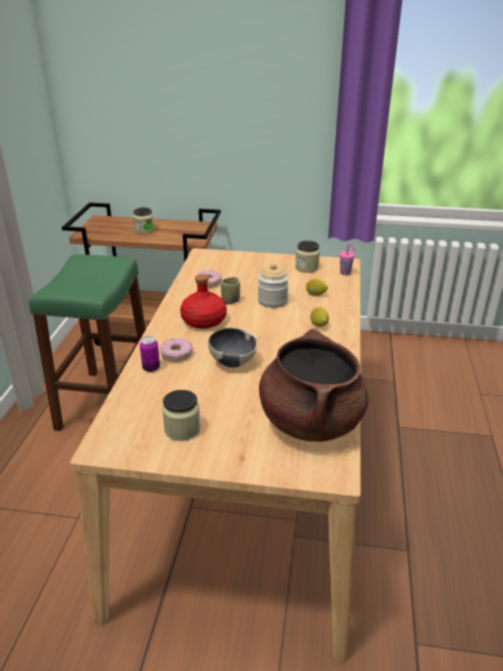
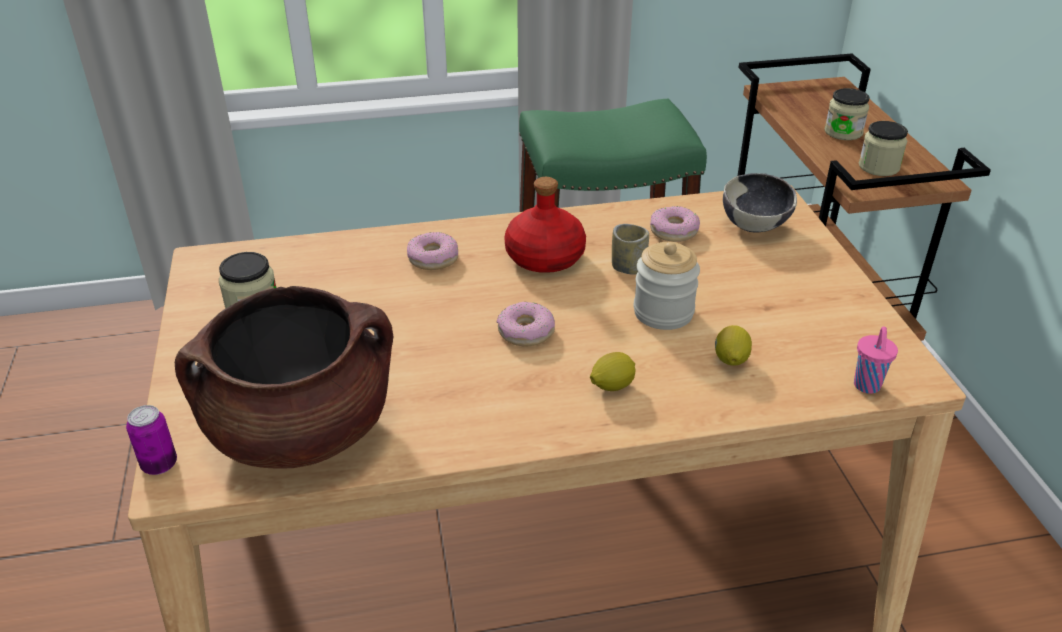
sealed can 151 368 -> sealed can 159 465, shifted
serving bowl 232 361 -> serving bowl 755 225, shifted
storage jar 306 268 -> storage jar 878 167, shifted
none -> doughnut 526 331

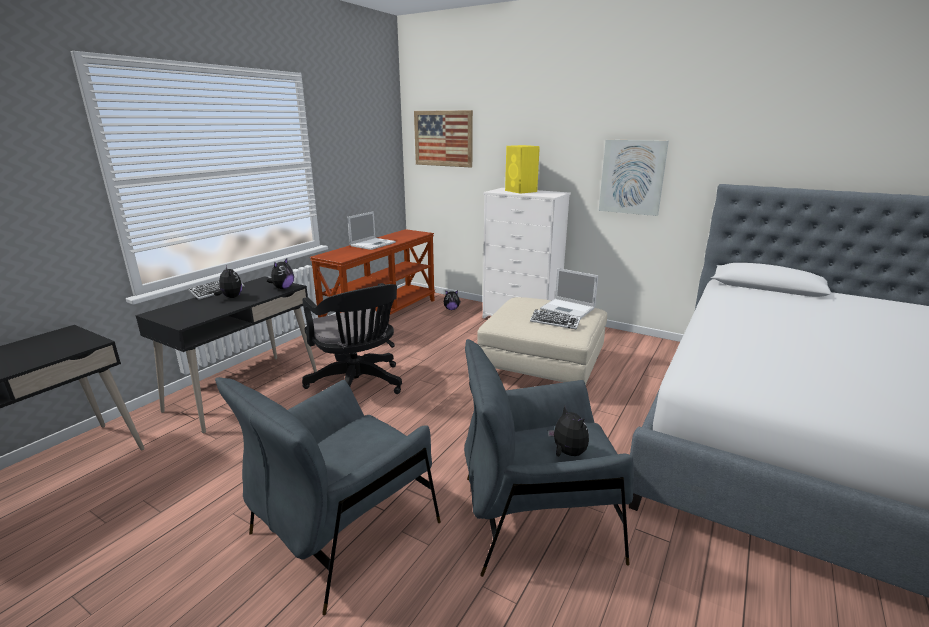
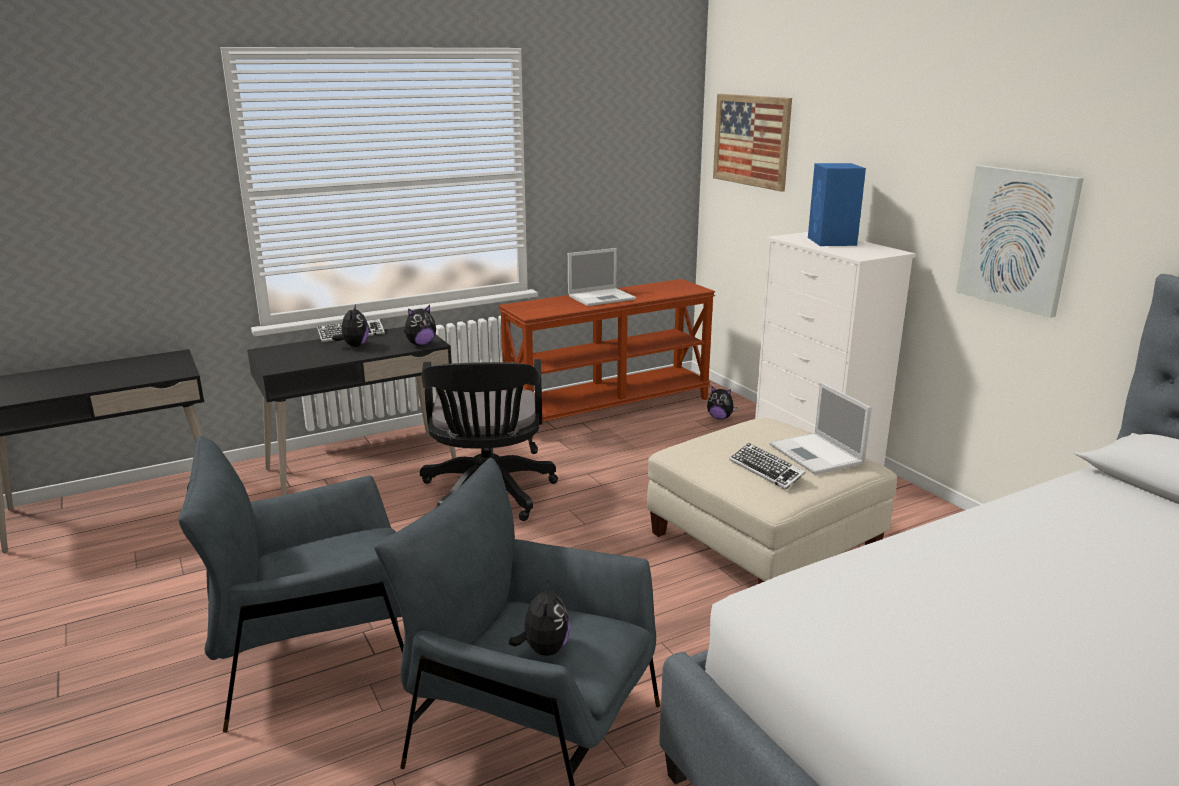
yellow-coloured loudspeaker 521 191 -> bluish loudspeaker 832 241

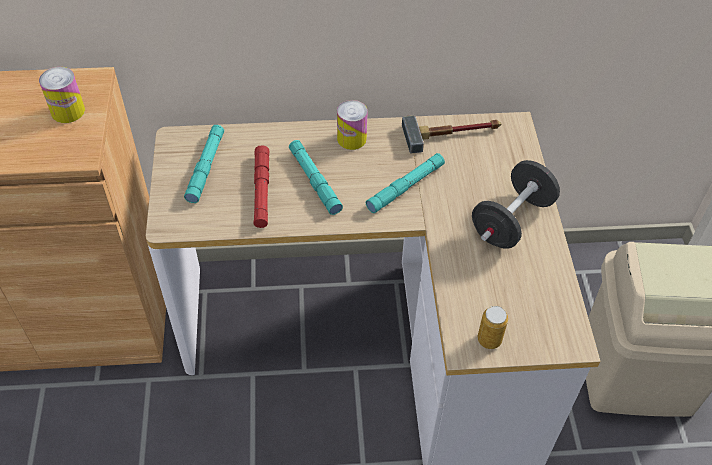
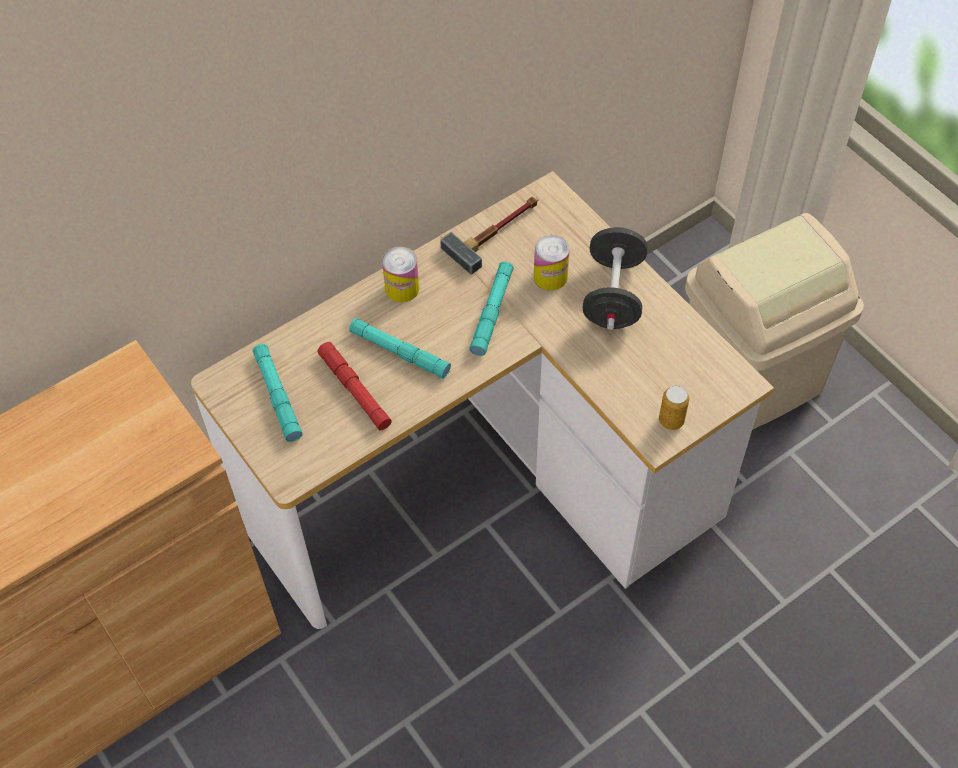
sealed can 68 111 -> sealed can 550 277, shifted

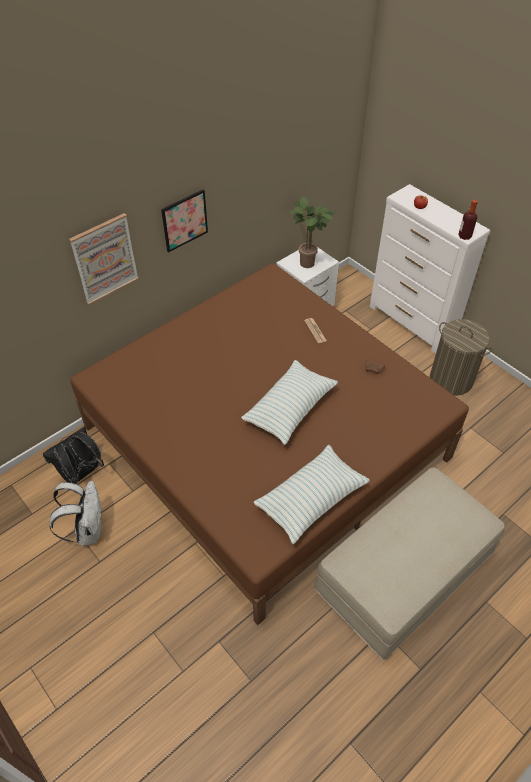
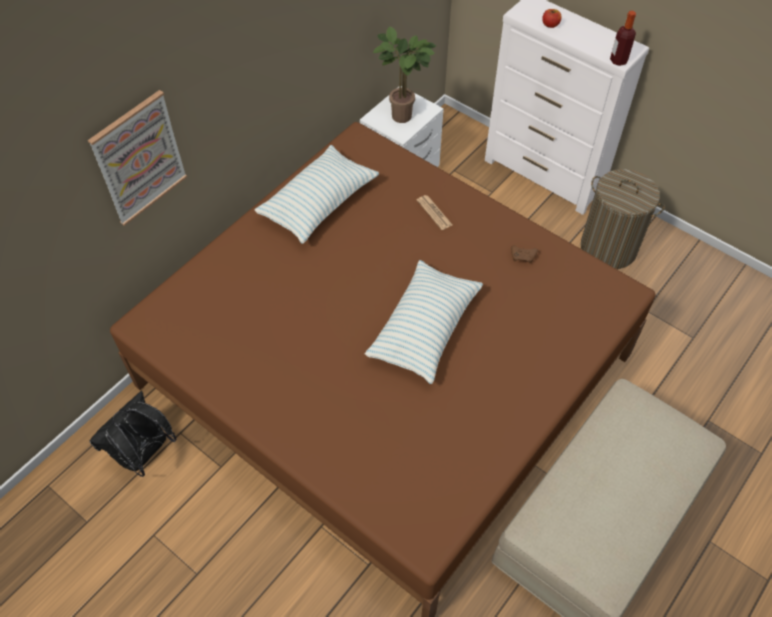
whitish knapsack 87 530 -> none
wall art 184 220 -> none
throw pillow 311 499 -> throw pillow 319 203, shifted

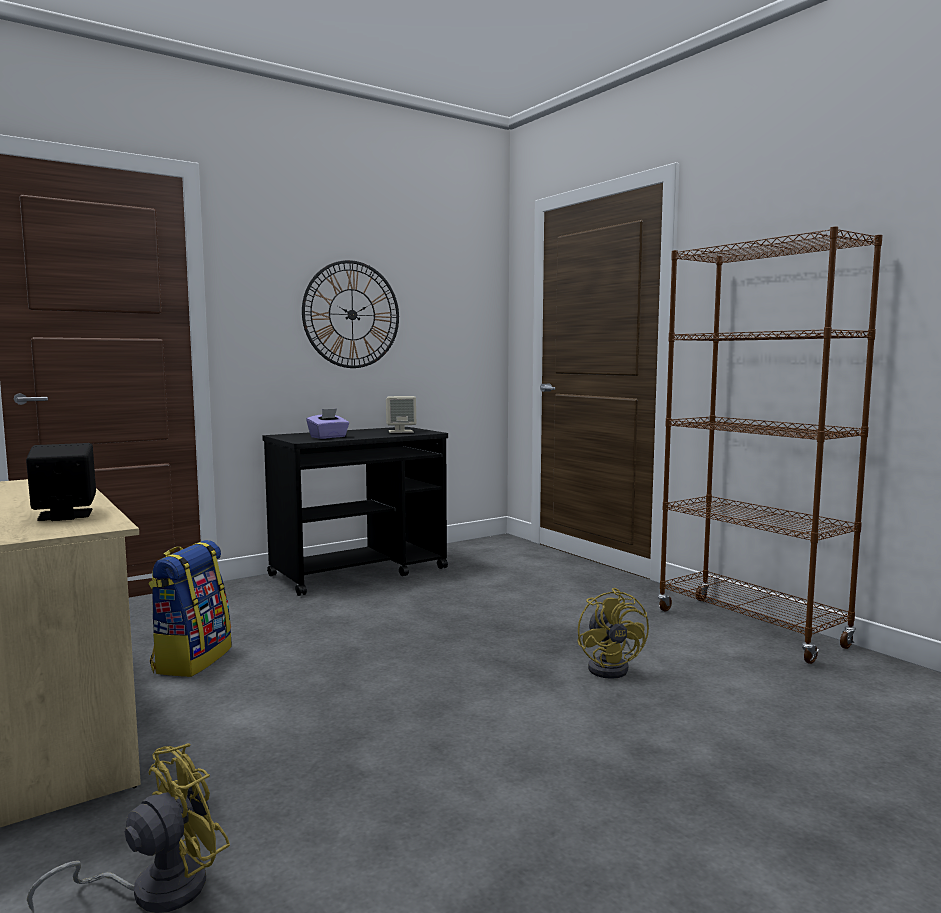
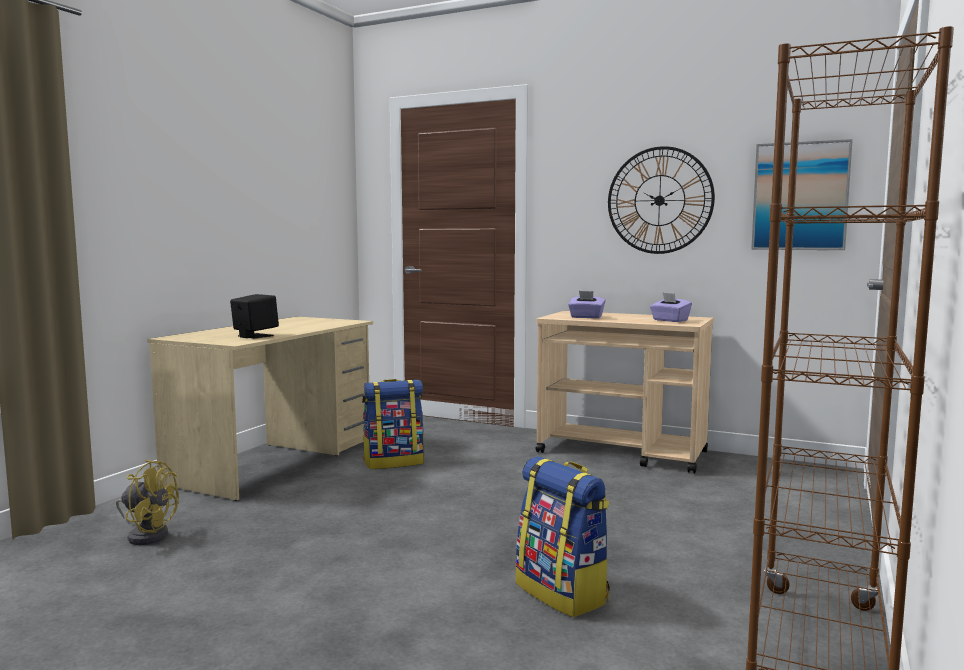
blackish trolley 360 571 -> beige trolley 623 452
beige loudspeaker 401 431 -> purplish box of tissues 669 320
yellow-coloured cooling fan 612 667 -> knapsack 563 593
none -> wall art 800 196

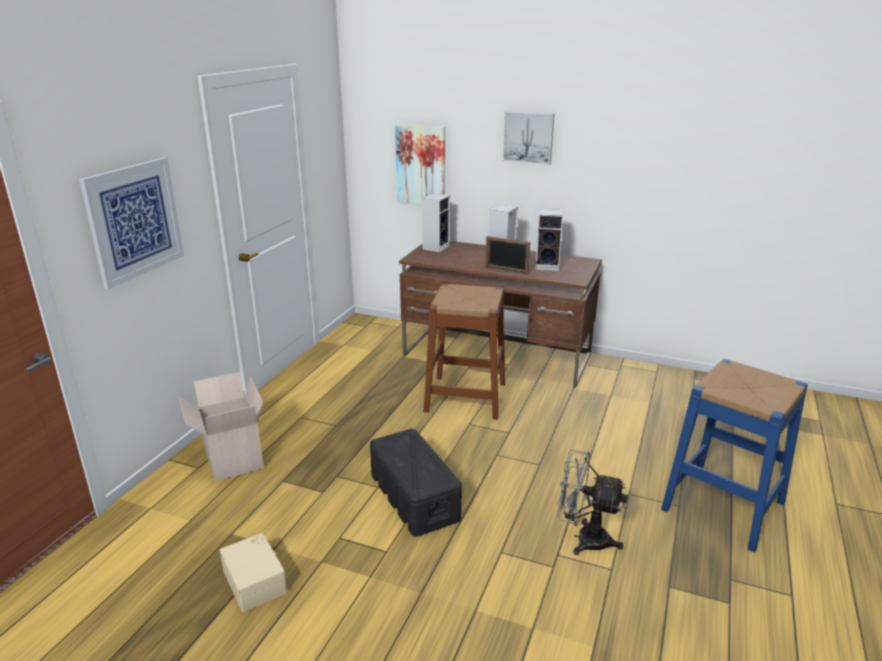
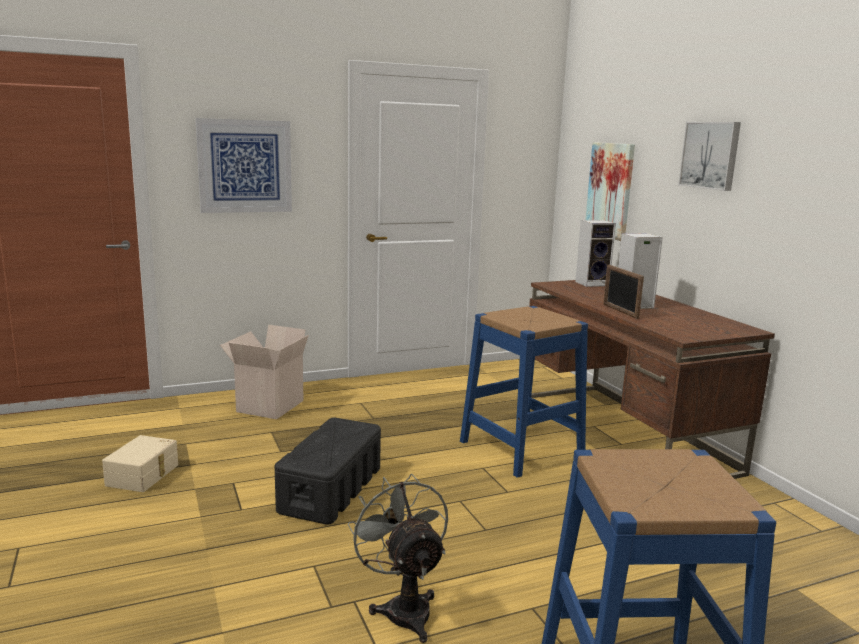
brown-coloured stool seat 465 397 -> bluish stool seat 521 448
loudspeaker 548 266 -> none

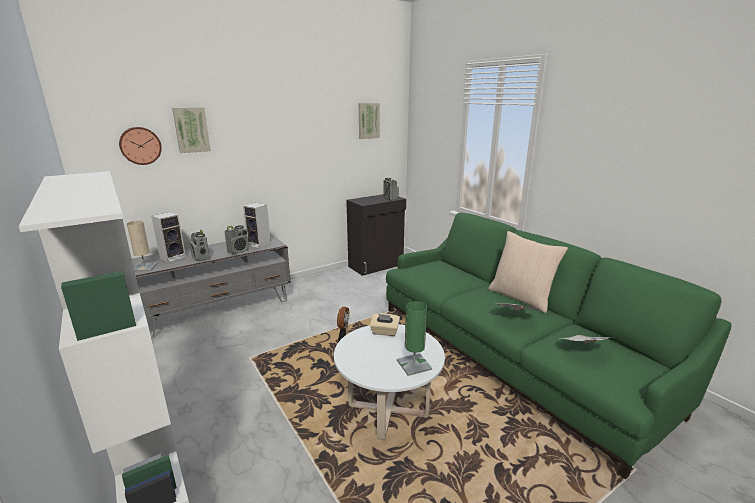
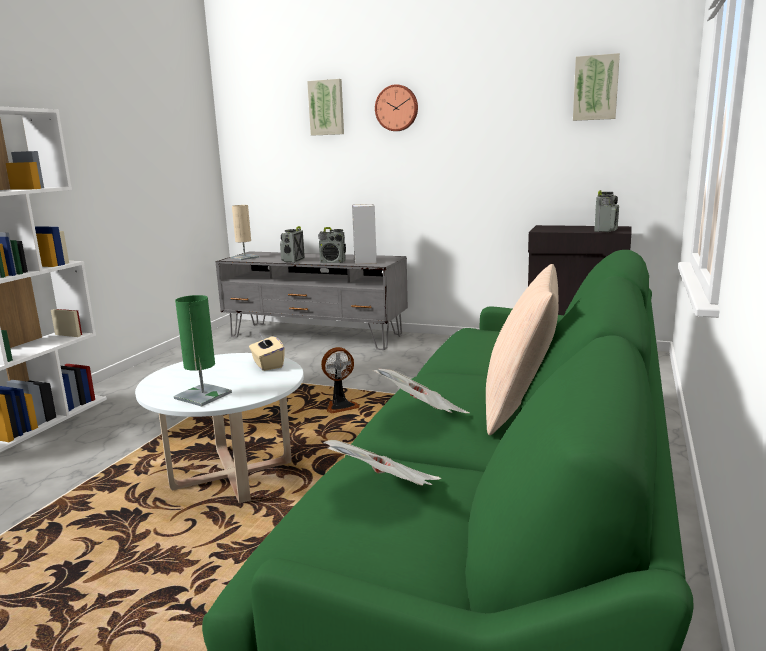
wall clock 140 145 -> wall clock 397 108, shifted
loudspeaker 173 257 -> none

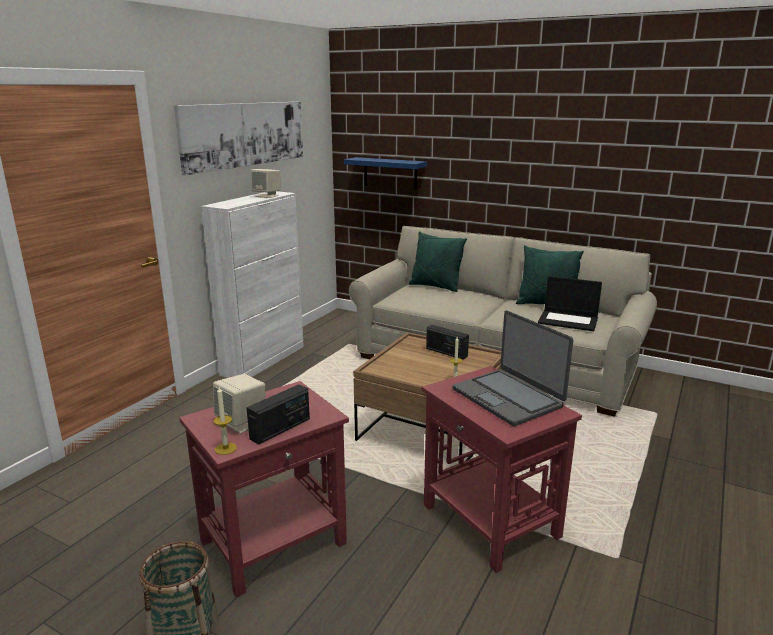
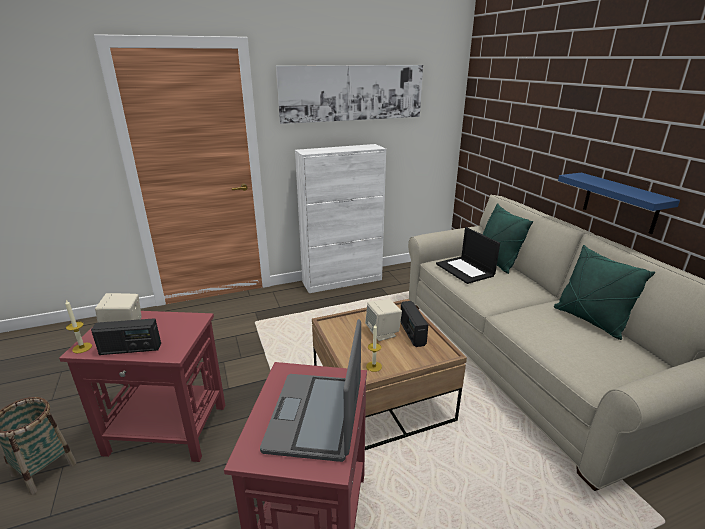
beige loudspeaker 267 196 -> beige loudspeaker 383 333, shifted
bluish bracket shelf 390 173 -> bluish bracket shelf 620 202, shifted
laptop 568 320 -> laptop 465 270, shifted

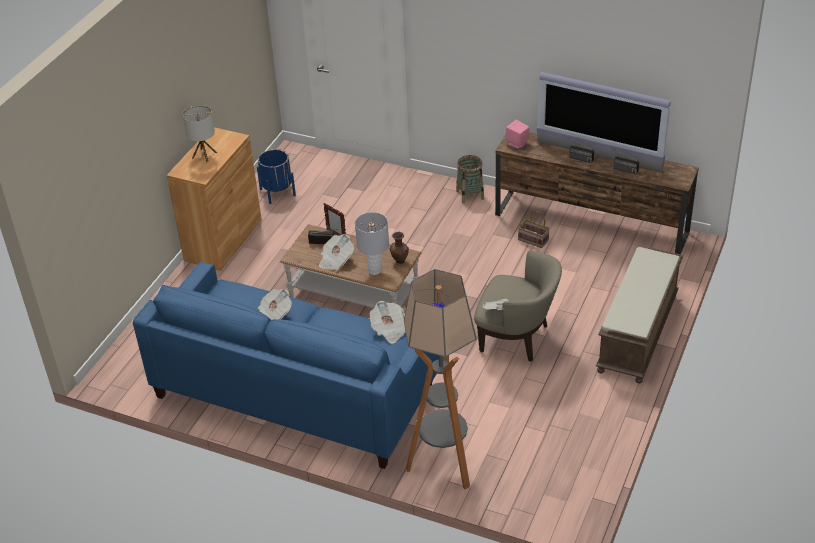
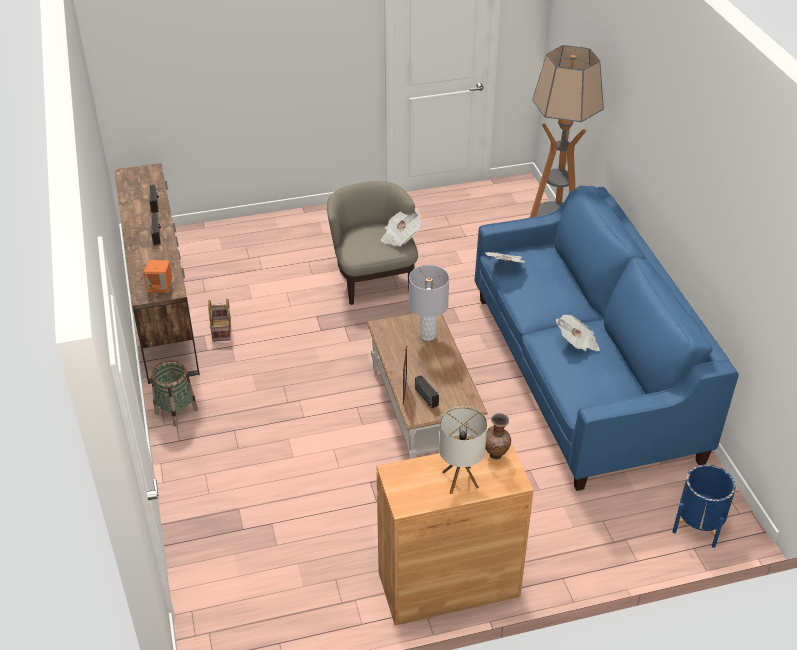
bluish flower pot 277 192 -> bluish flower pot 699 524, shifted
newspaper 336 260 -> none
brown-coloured flower vase 399 261 -> brown-coloured flower vase 496 455, shifted
pink-coloured loudspeaker 517 143 -> orange-coloured loudspeaker 160 287
TV 598 156 -> none
brown-coloured indoor bench 638 334 -> none

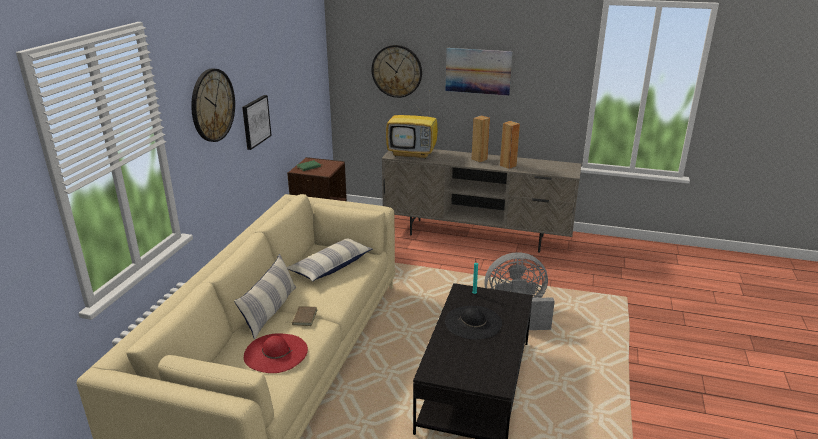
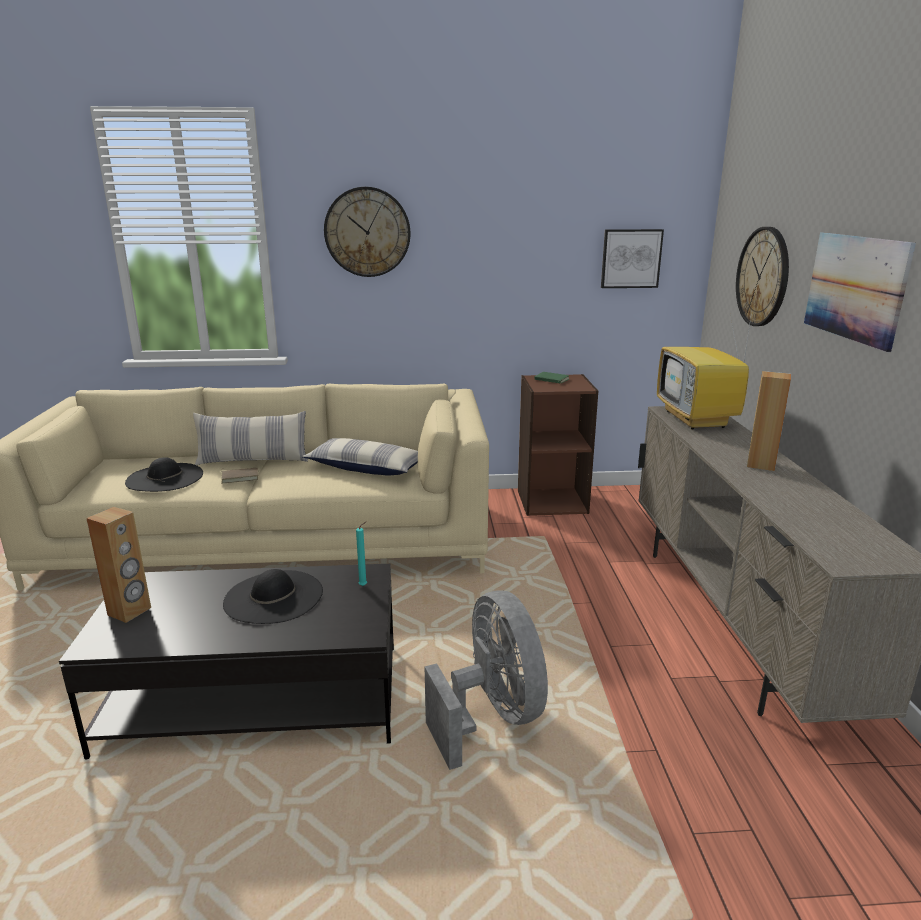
wall art 255 121 -> wall art 631 258, shifted
red wearable hat 275 353 -> blackish wearable hat 165 478
brown-coloured loudspeaker 508 165 -> brown-coloured loudspeaker 130 611, shifted

